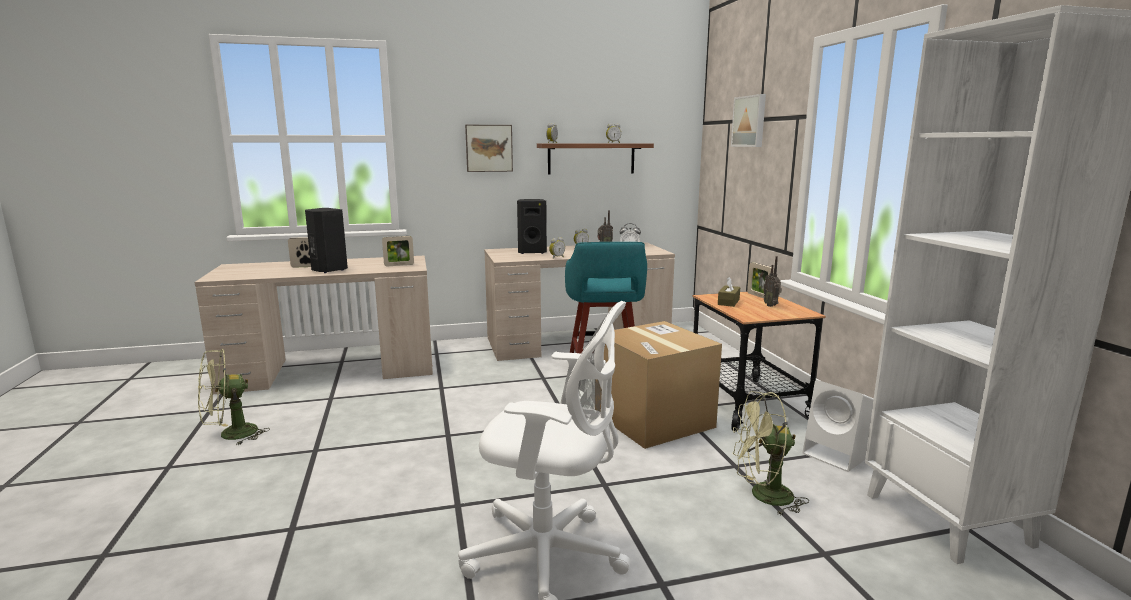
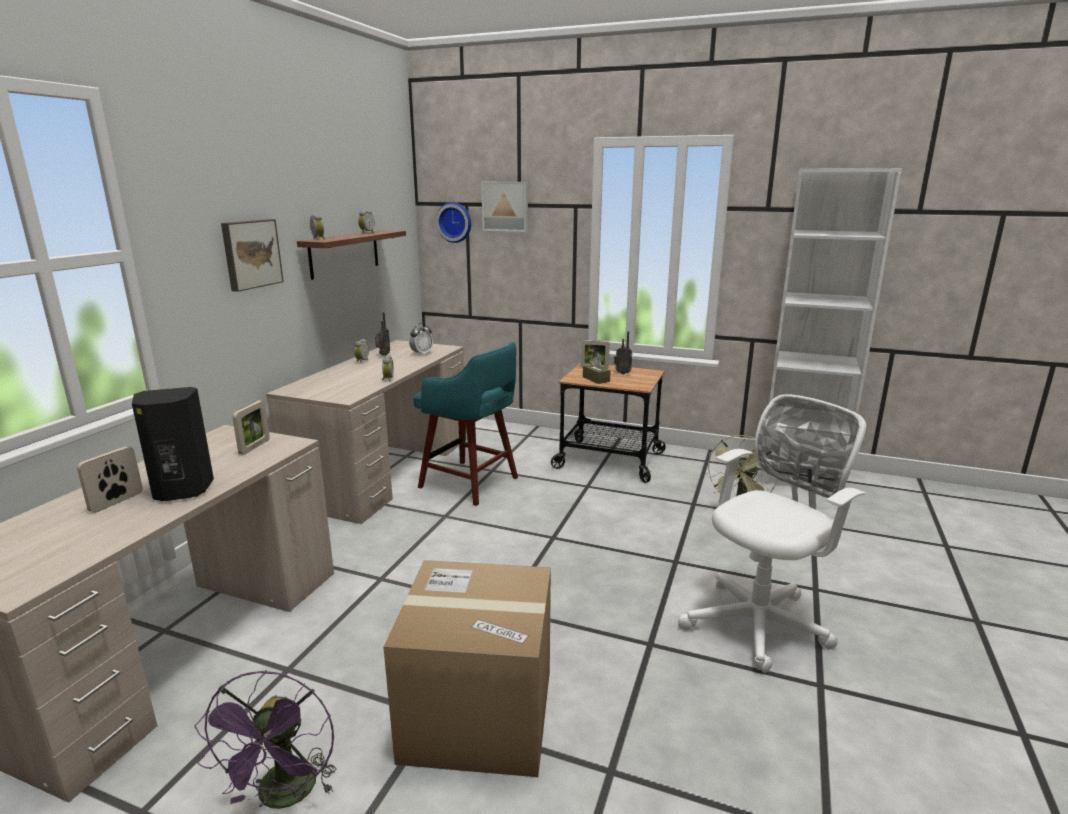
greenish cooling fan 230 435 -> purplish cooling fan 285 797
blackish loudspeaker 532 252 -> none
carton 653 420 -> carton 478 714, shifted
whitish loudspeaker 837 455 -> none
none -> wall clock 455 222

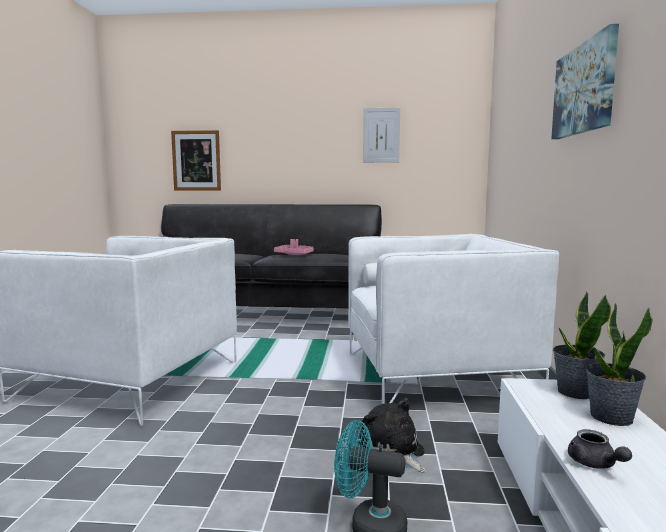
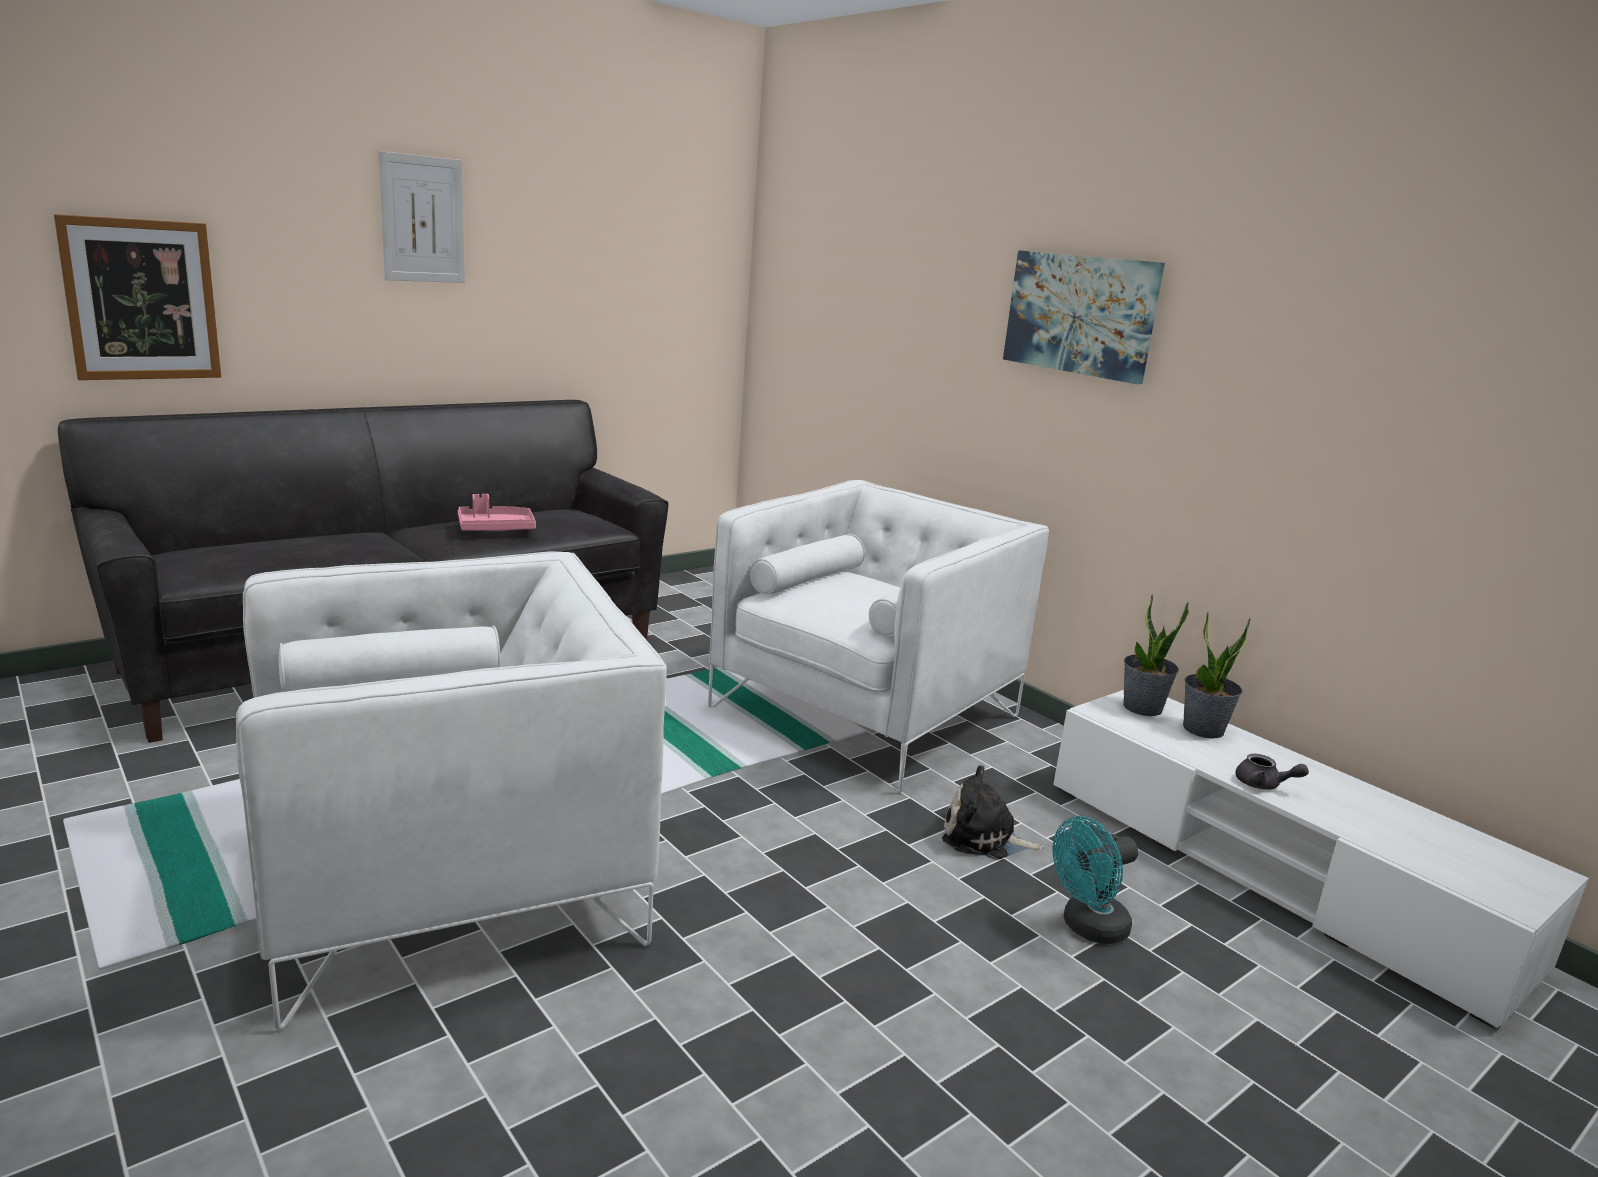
wall art 381 135 -> wall art 422 219, shifted

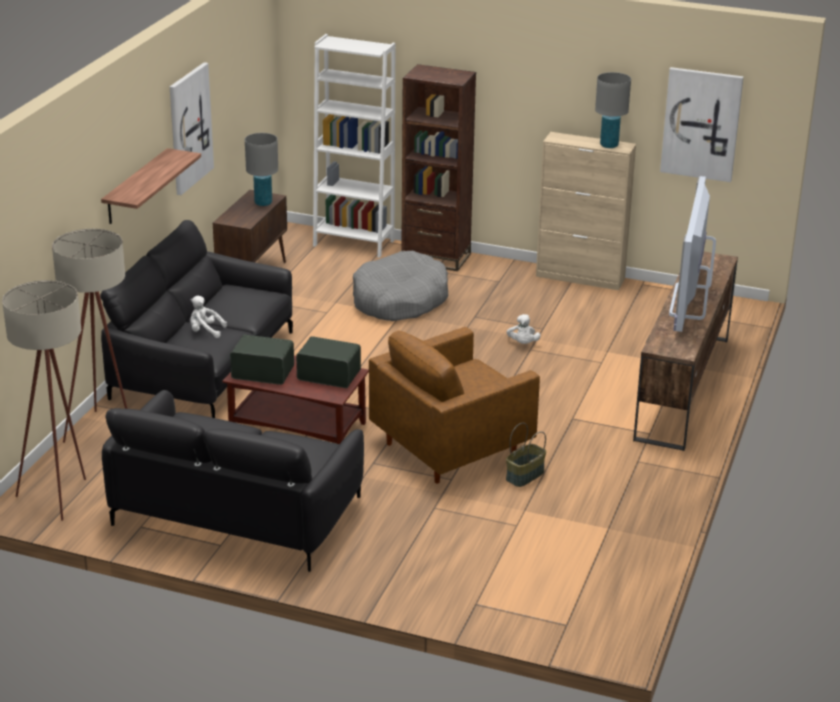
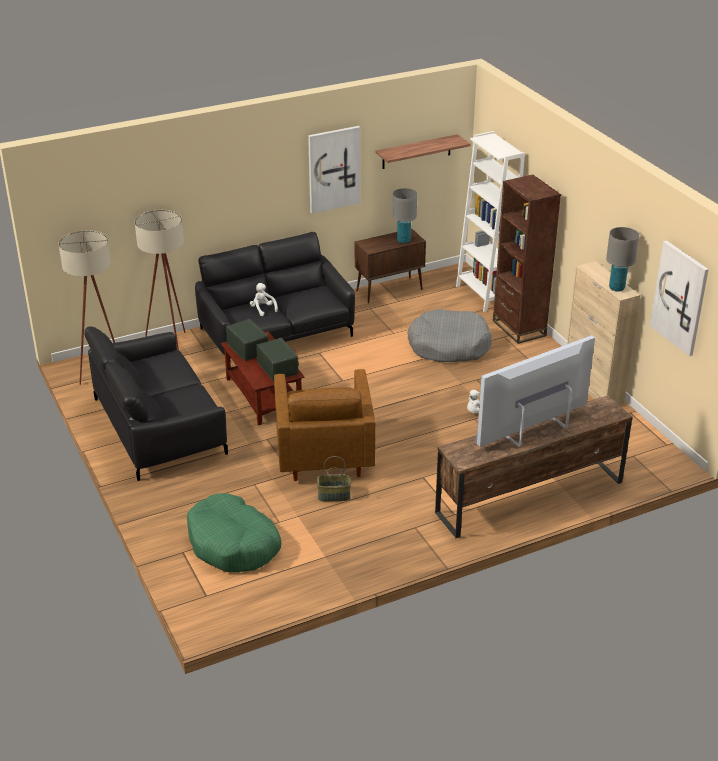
bracket shelf 136 187 -> bracket shelf 416 152, shifted
brown-coloured lounge chair 452 447 -> brown-coloured lounge chair 323 454, 105 degrees counterclockwise
none -> greenish dog bed 233 544

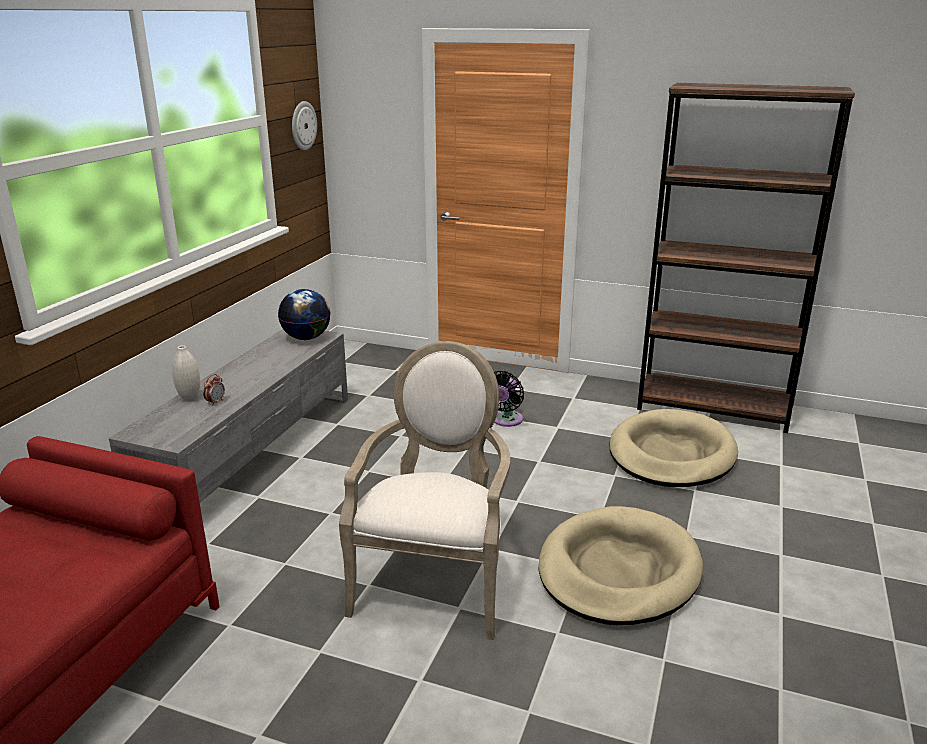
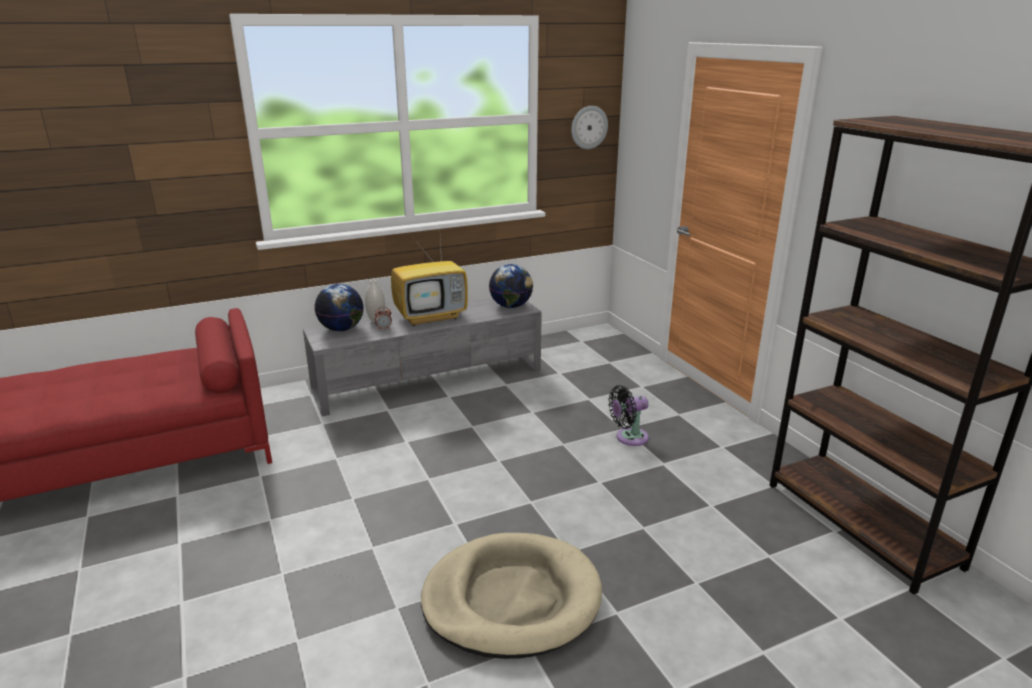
lounge chair 435 583 -> none
beige dog bed 671 454 -> none
none -> world globe 342 329
none -> TV 432 317

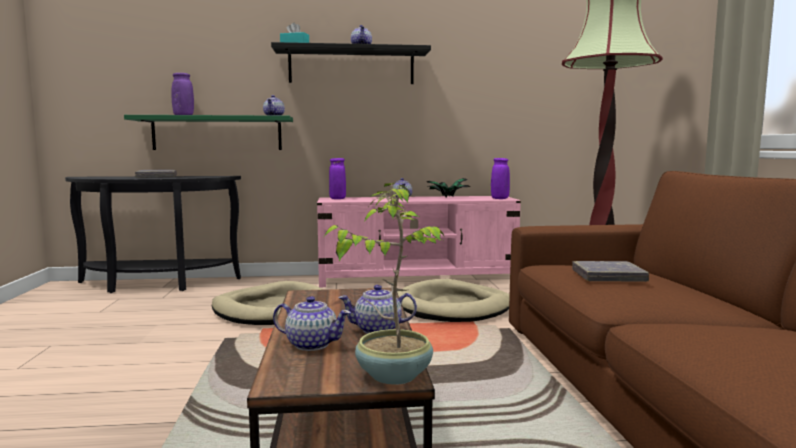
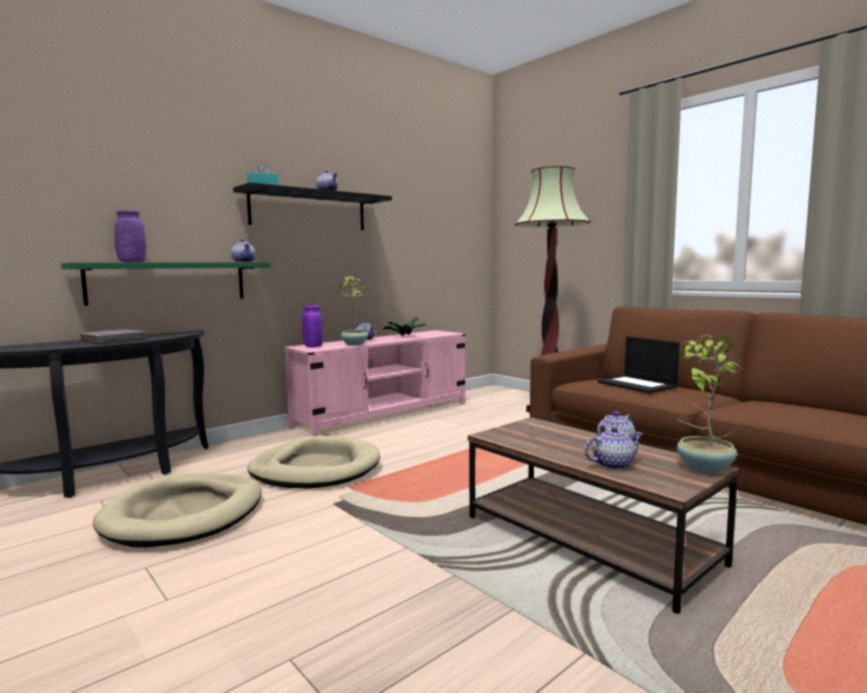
beige dog bed 453 307 -> beige dog bed 185 514, shifted
purplish flower vase 500 198 -> none
grey bound book 608 276 -> laptop 638 384
none -> plant in a pot 355 344

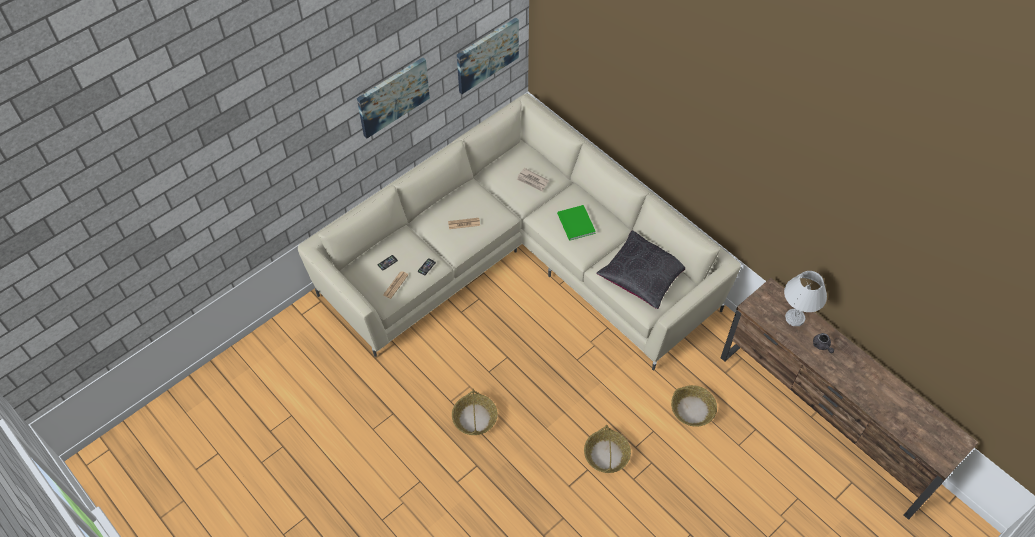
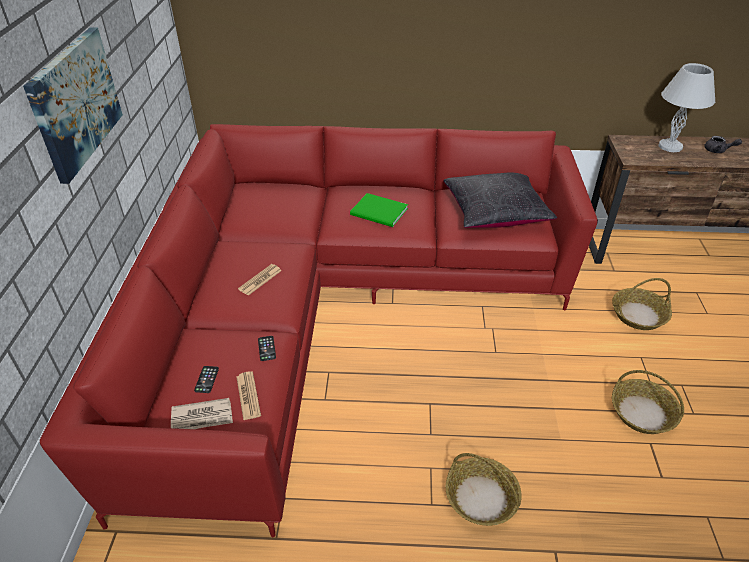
beige settee 520 260 -> red settee 327 309
wall art 487 54 -> none
newspaper 532 181 -> newspaper 202 417, shifted

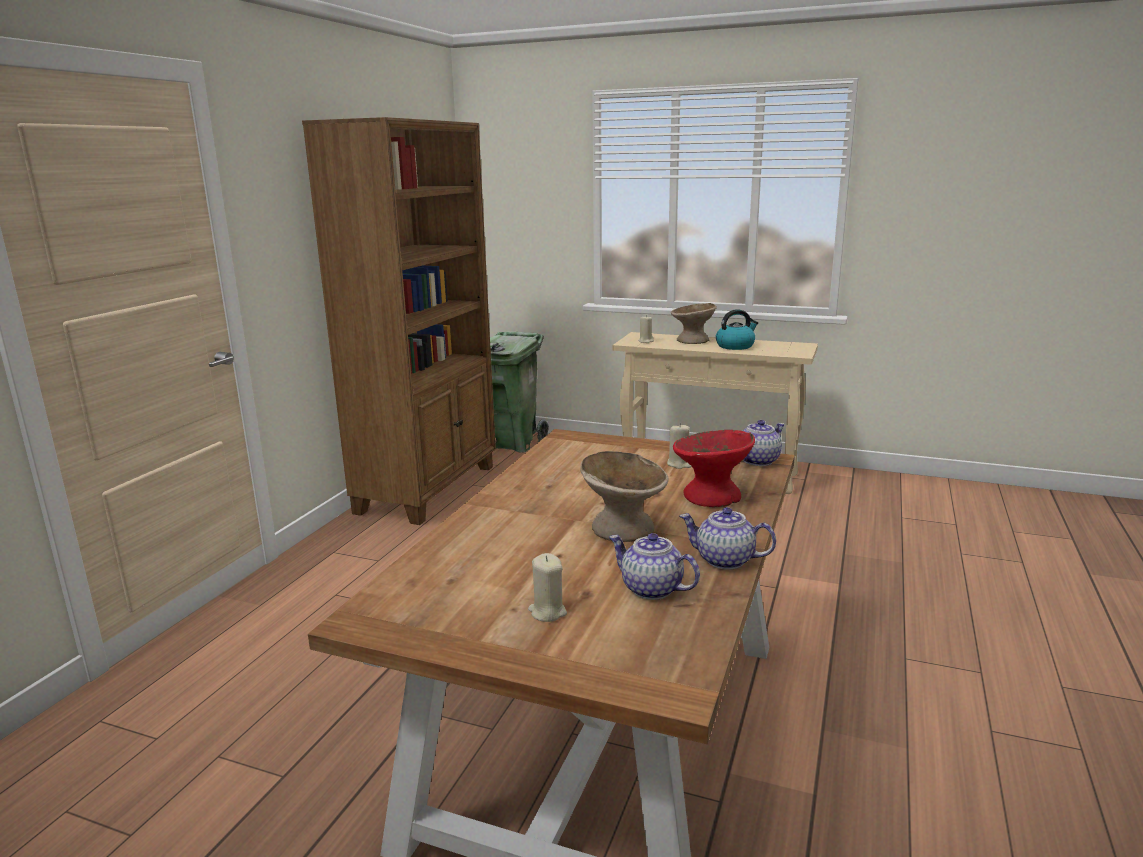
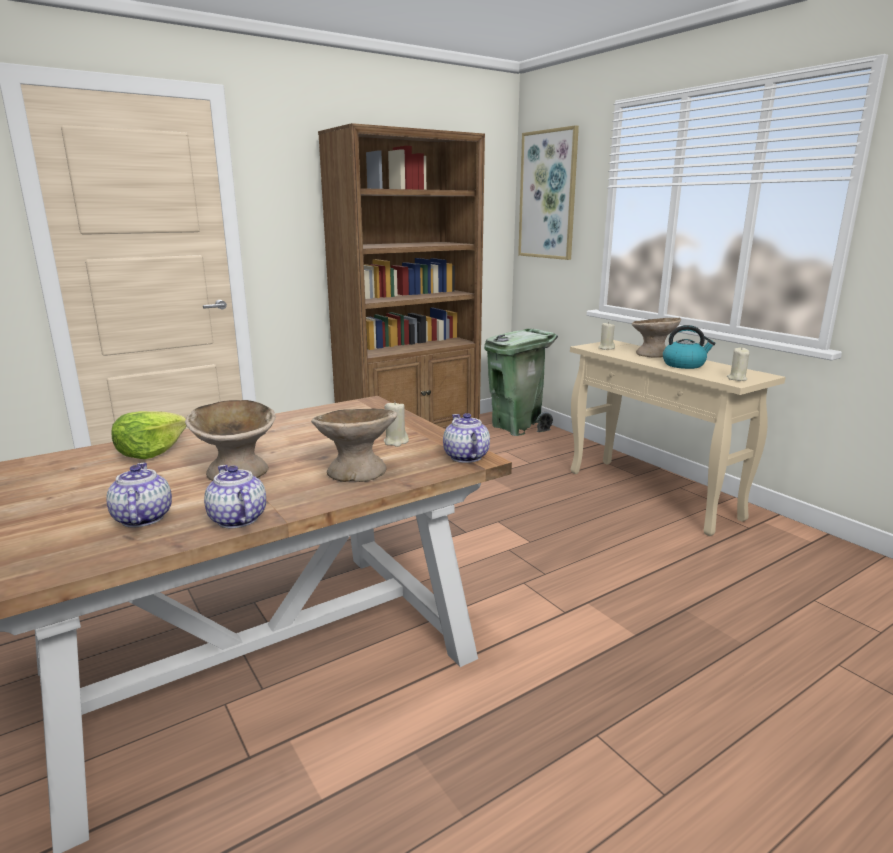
beige candle 547 612 -> beige candle 736 378, shifted
red serving bowl 712 496 -> beige serving bowl 356 471
teapot 757 460 -> teapot 465 457, 105 degrees counterclockwise
none -> lettuce 150 452
none -> wall art 548 195

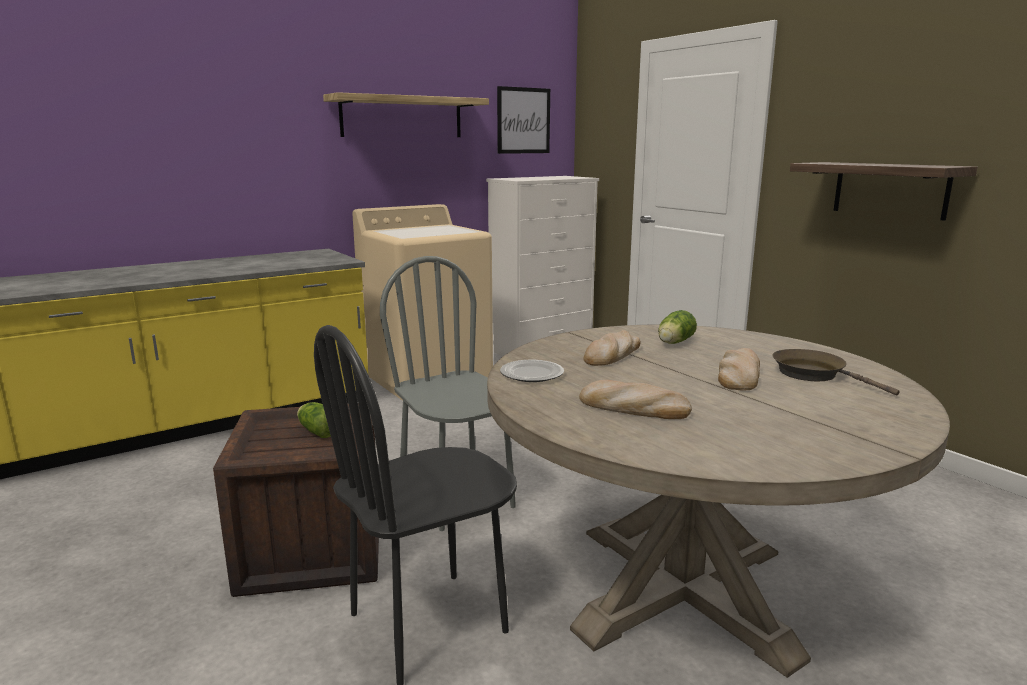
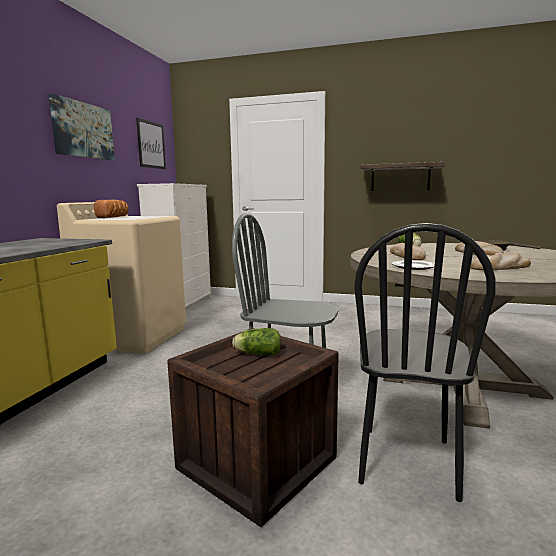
bracket shelf 402 117 -> wall art 83 130
none -> bread 114 217

